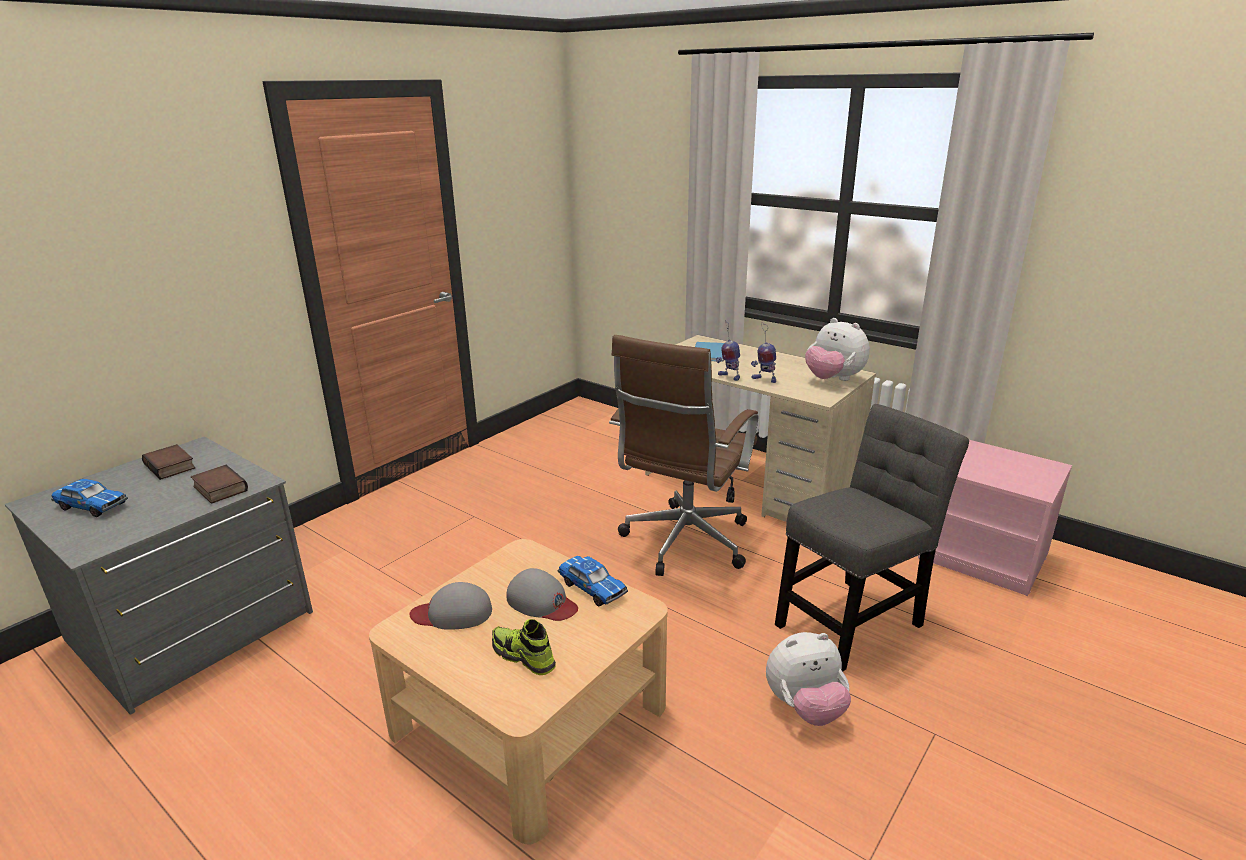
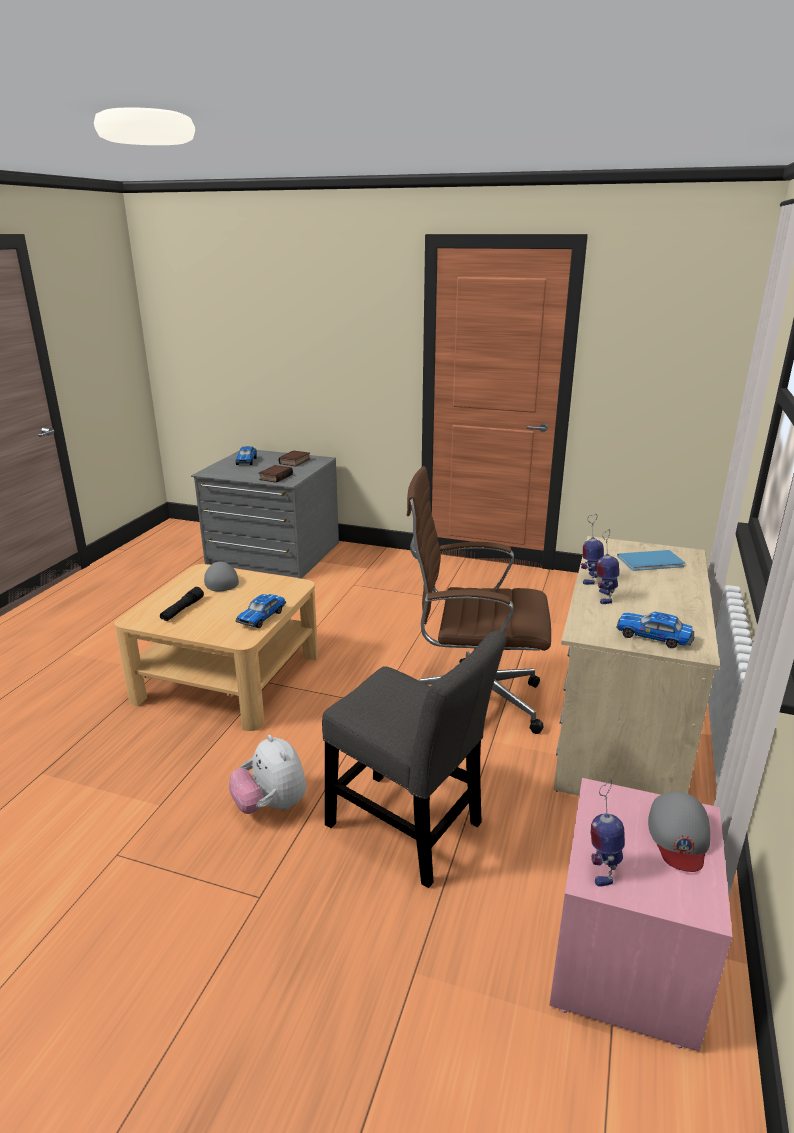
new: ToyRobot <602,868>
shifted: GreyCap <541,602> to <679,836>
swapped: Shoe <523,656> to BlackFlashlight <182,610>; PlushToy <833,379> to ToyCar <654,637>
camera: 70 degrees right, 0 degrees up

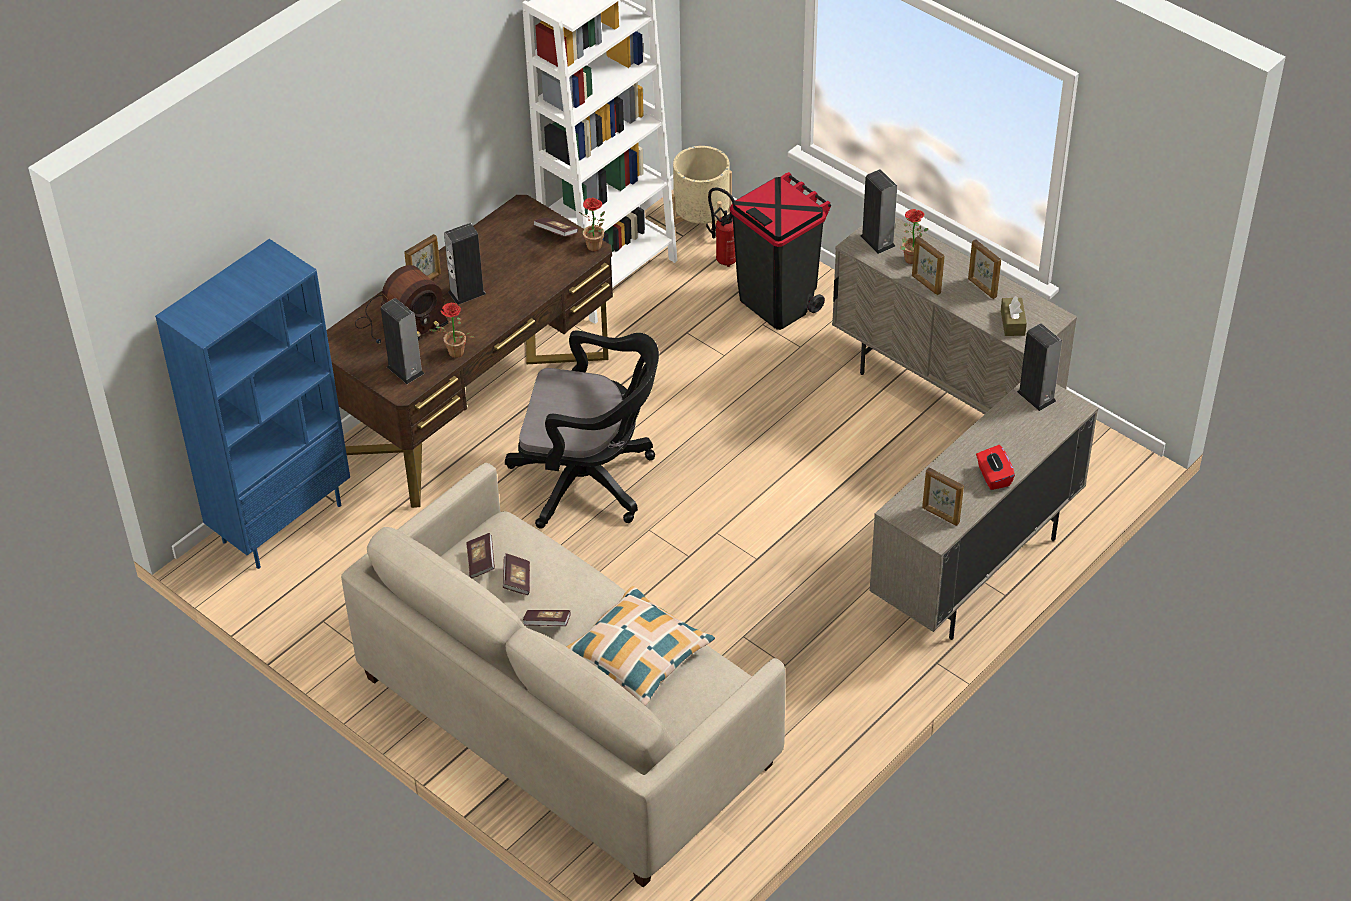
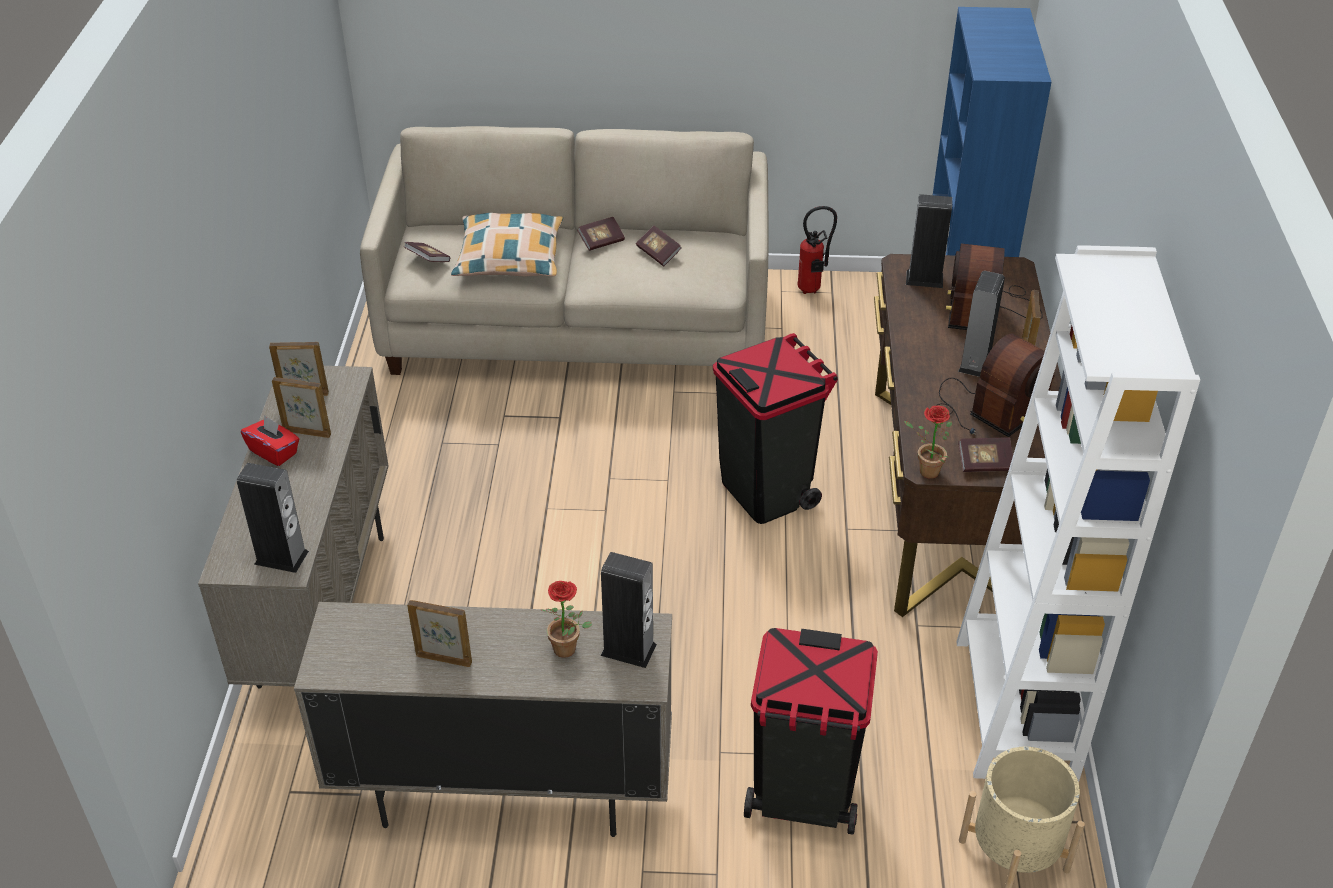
gone: PottedPlant <453,354>; BrownTissueBox <1012,322>
new: Radio <987,409>
shifted: Book <481,562> to <428,260>; FireExtinguisher <724,259> to <813,290>; PictureFrame <926,284> to <307,432>
swapped: BlackOfficeChair <590,480> to BlackTrashCan <766,491>
camera: 140 degrees right, 5 degrees down

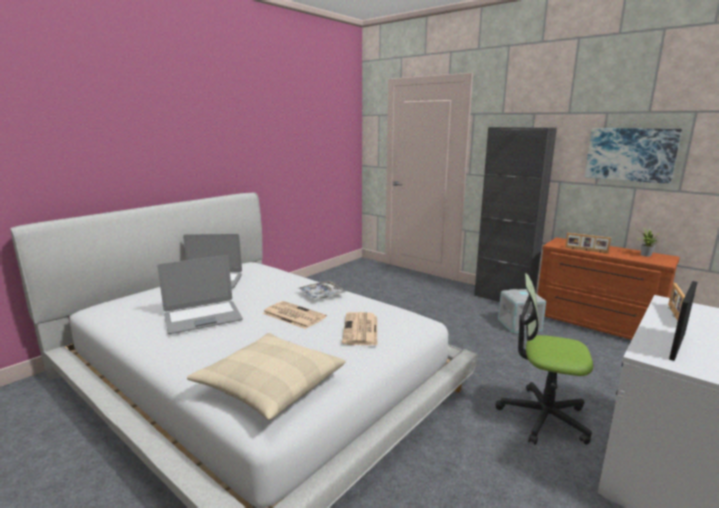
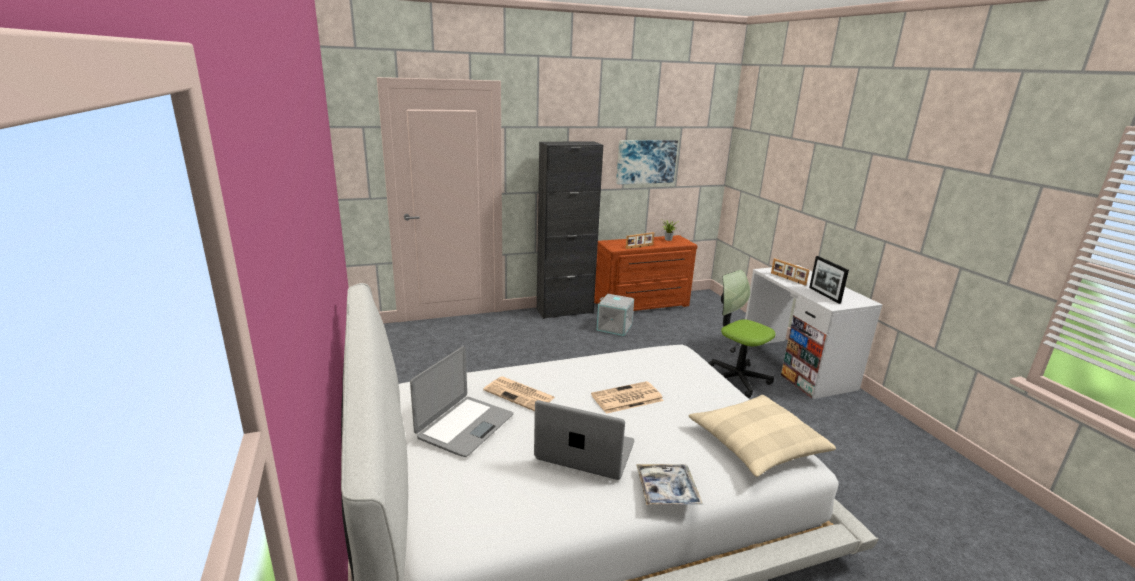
shifted: Tray <321,294> to <667,490>; Newspaper <361,330> to <520,394>
rotated: Laptop <202,317> = <585,452> 75 degrees counterclockwise; OfficeChair <543,417> = <736,379> 90 degrees clockwise
camera: 60 degrees left, 5 degrees up

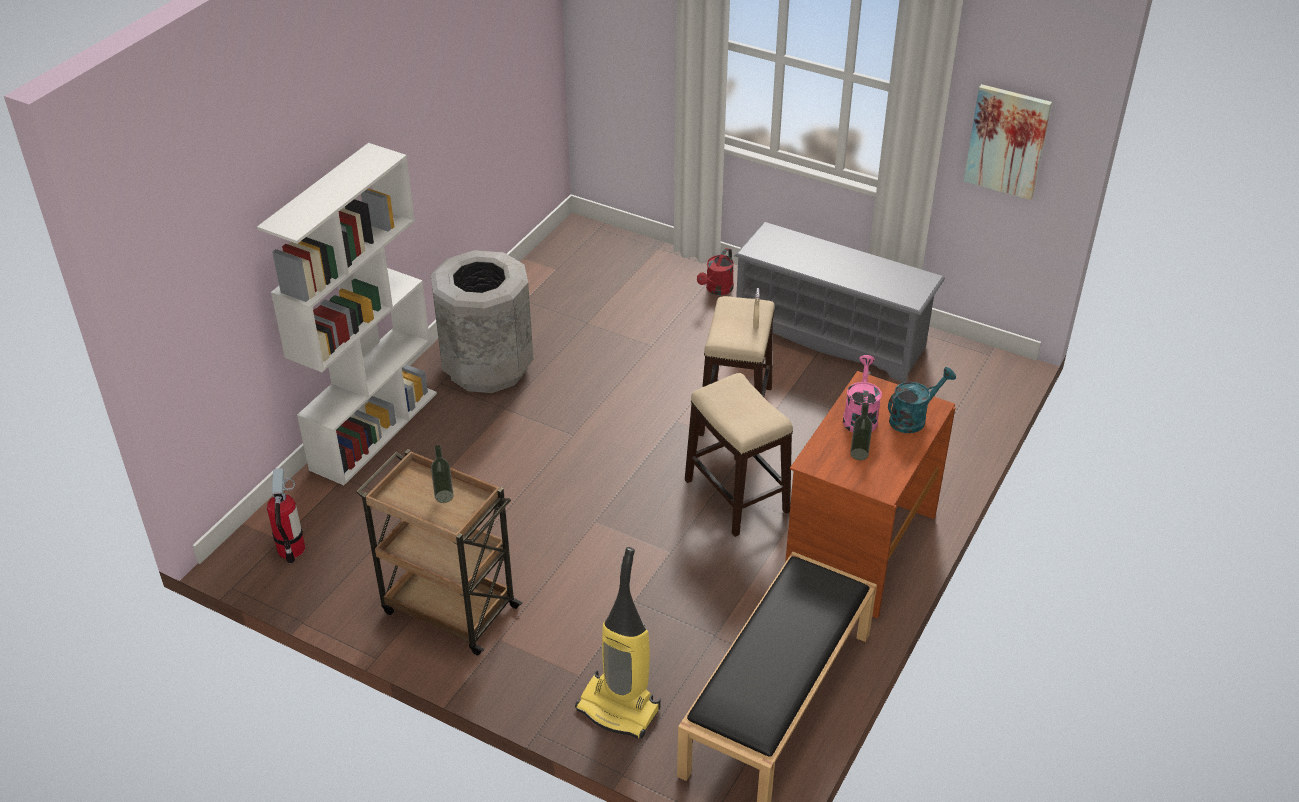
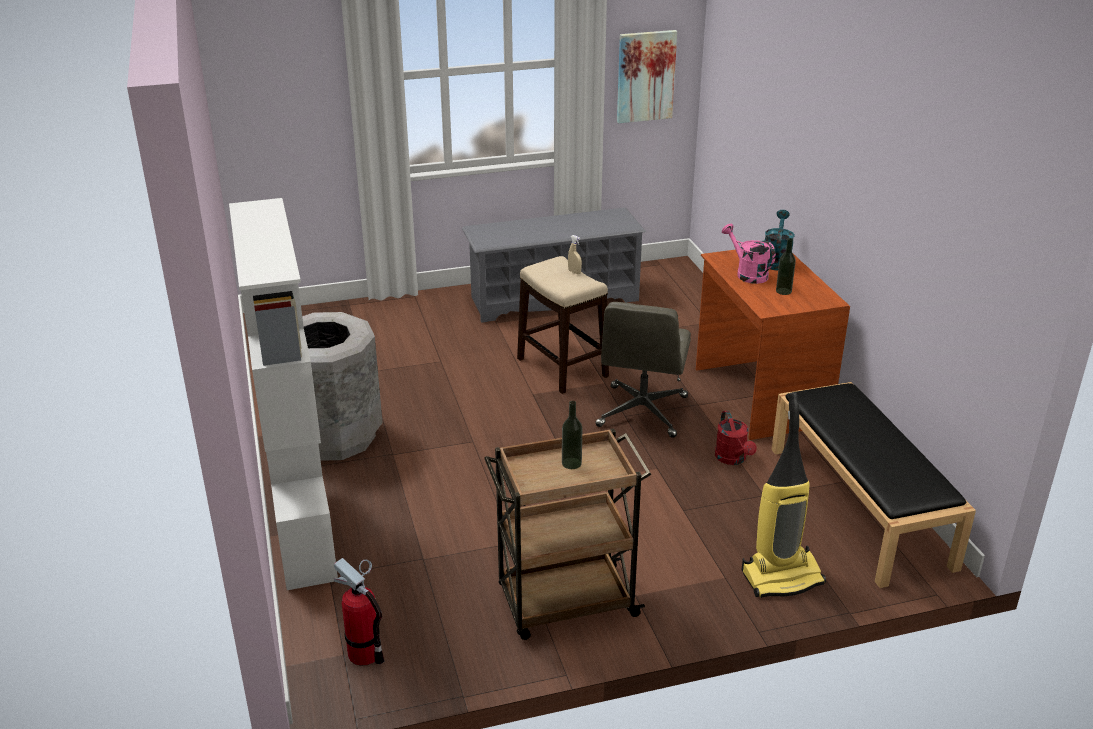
shifted: RedWateringCan <717,290> to <733,459>
swapped: Stool <736,495> to GreyOfficeChair <642,412>
camera: 45 degrees left, 10 degrees down

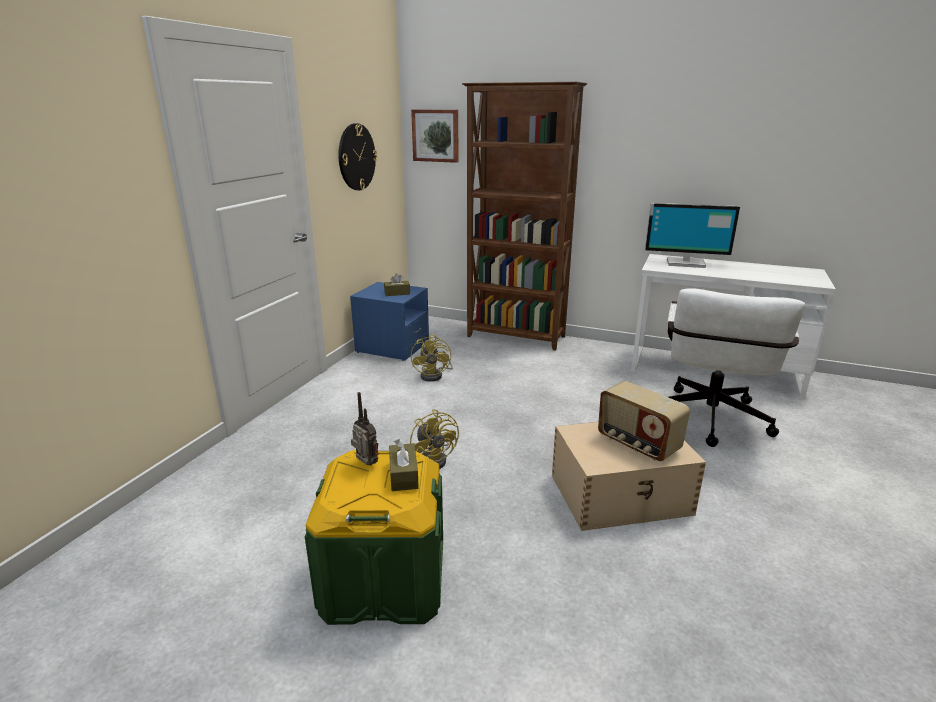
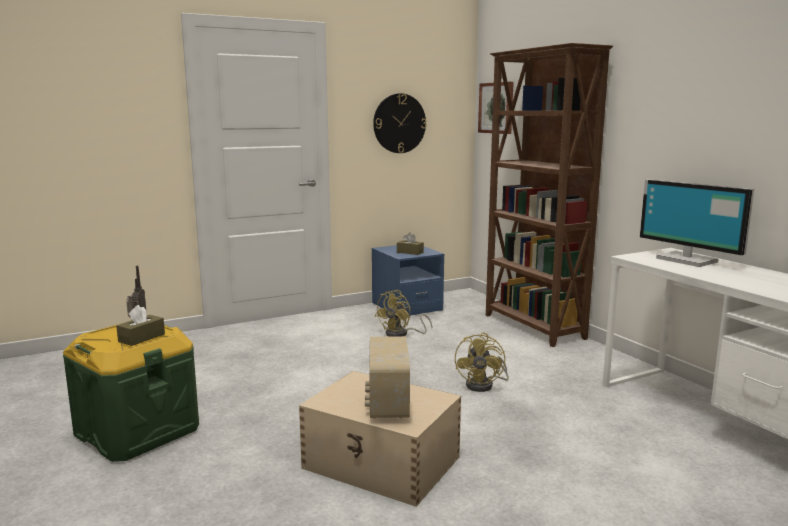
gone: WhiteOfficeChair <709,423>
shifted: YellowFan <435,459> to <484,385>
camera: 40 degrees right, 10 degrees down

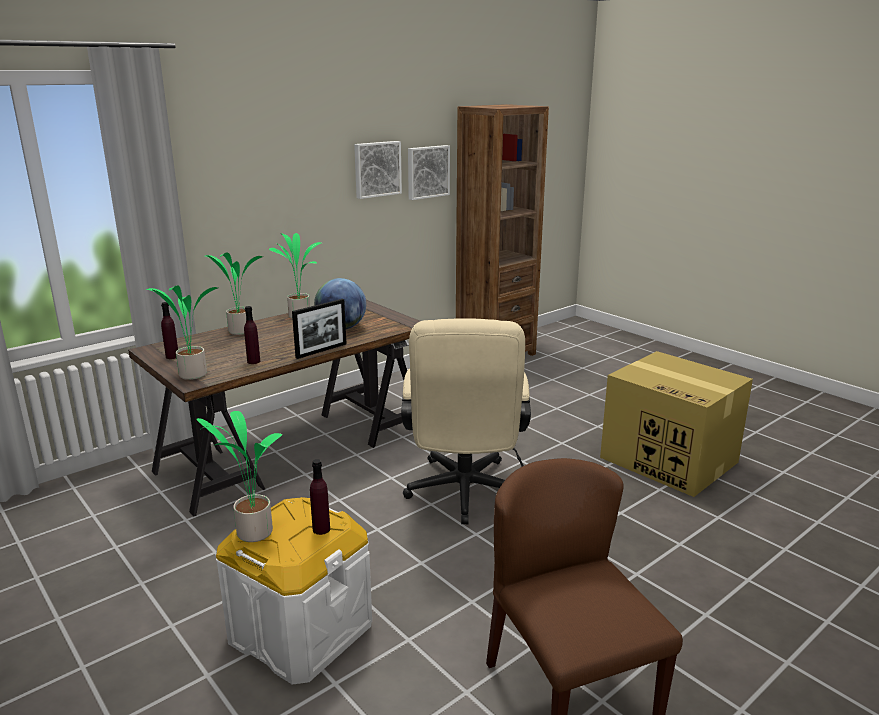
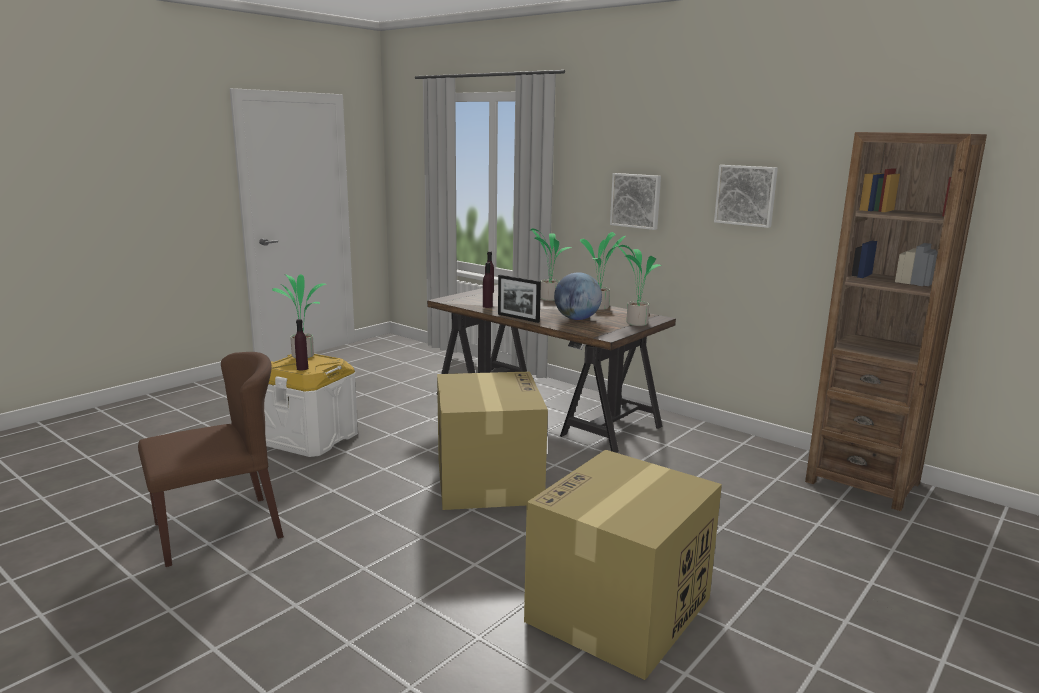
shifted: PottedPlant <191,375> to <635,323>; Picture <427,172> to <636,200>
swapped: BeigeOfficeChair <463,495> to CardboardBox <487,479>
camera: 80 degrees right, 5 degrees down

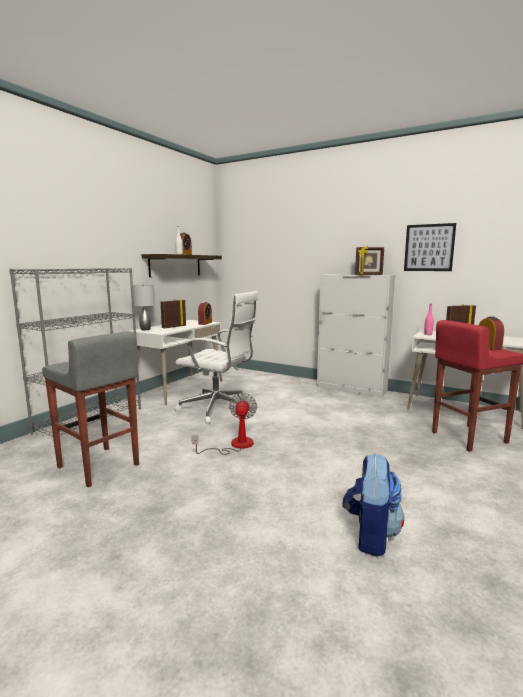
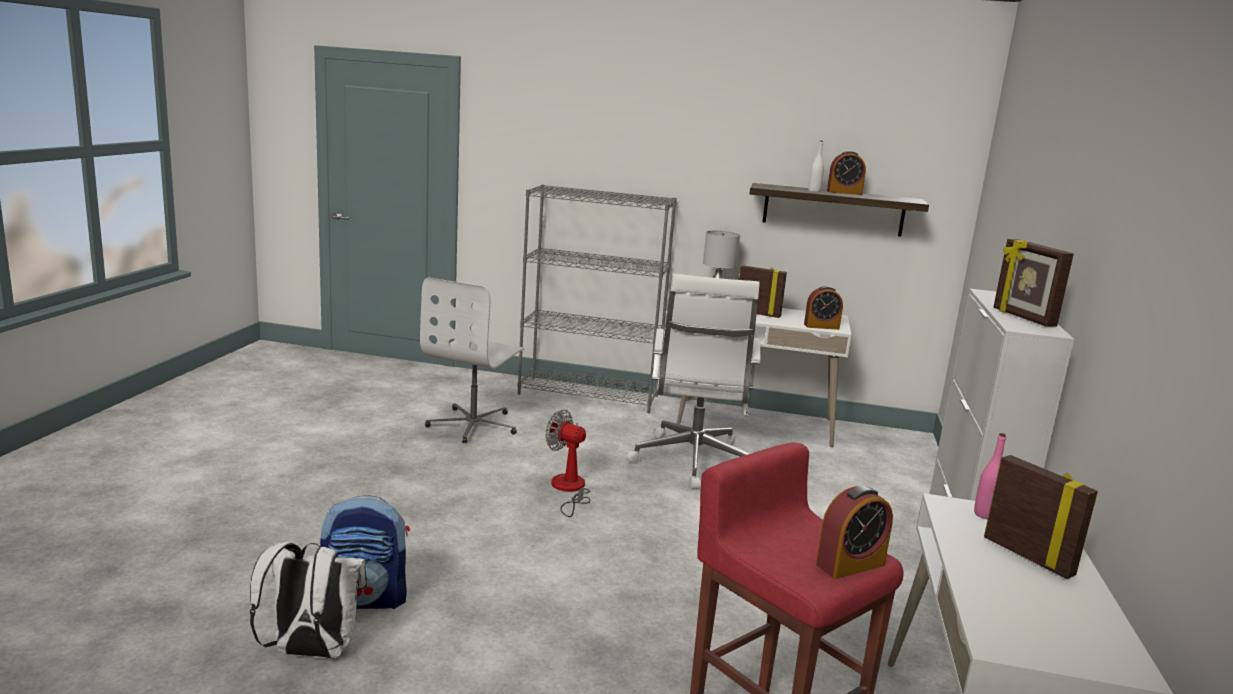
gone: Picture <429,247>
new: WhiteBackpack <311,652>
swapped: GreyStool <98,466> to WhiteOfficeChair <474,425>
rotated: Fan <234,445> = <569,490> 135 degrees counterclockwise
camera: 70 degrees right, 5 degrees up

